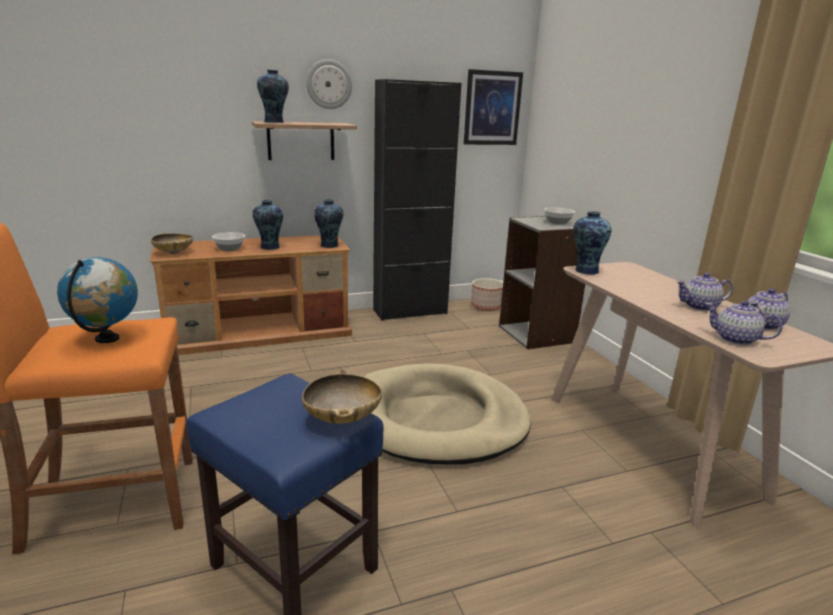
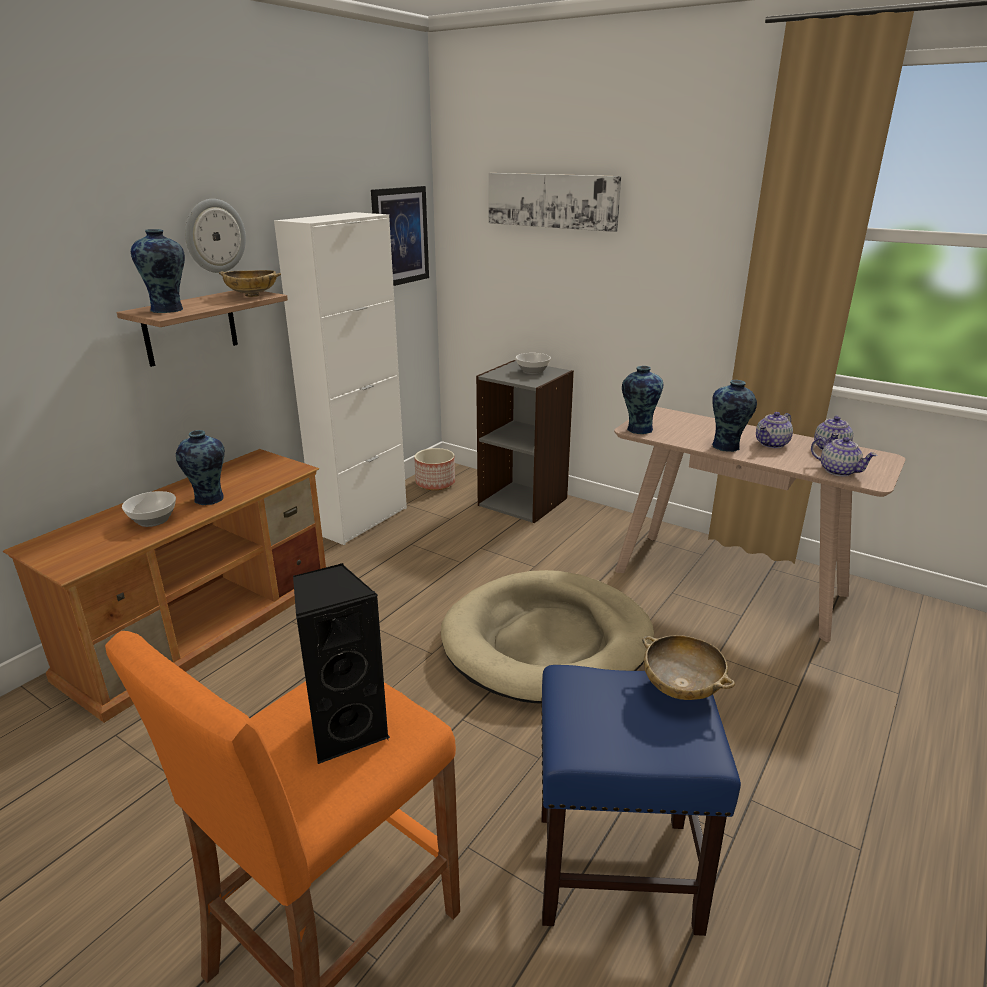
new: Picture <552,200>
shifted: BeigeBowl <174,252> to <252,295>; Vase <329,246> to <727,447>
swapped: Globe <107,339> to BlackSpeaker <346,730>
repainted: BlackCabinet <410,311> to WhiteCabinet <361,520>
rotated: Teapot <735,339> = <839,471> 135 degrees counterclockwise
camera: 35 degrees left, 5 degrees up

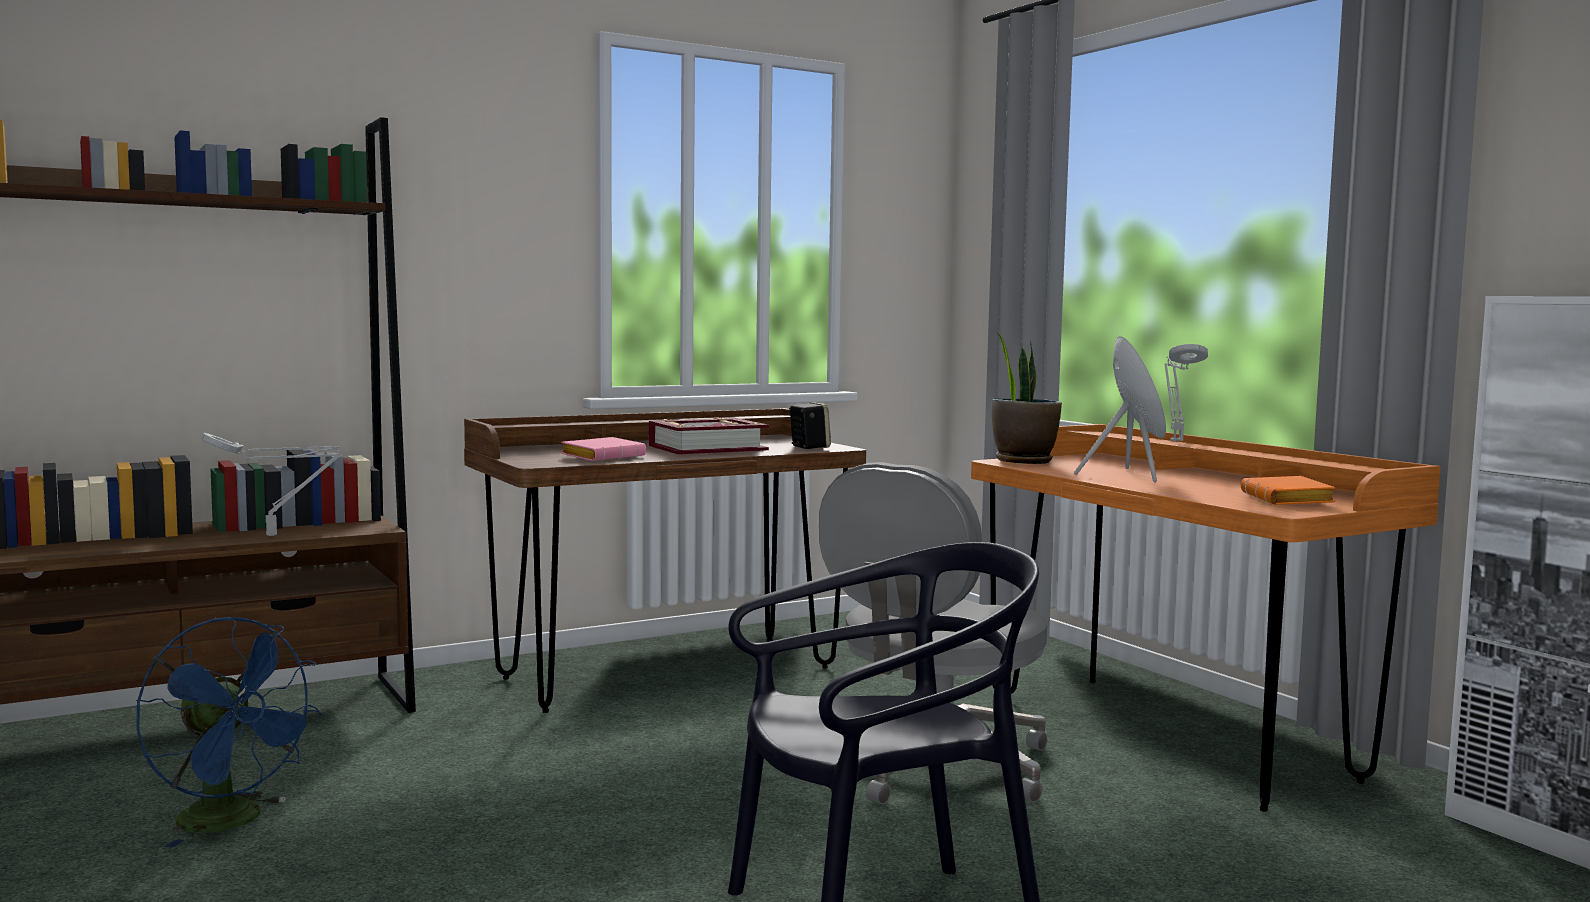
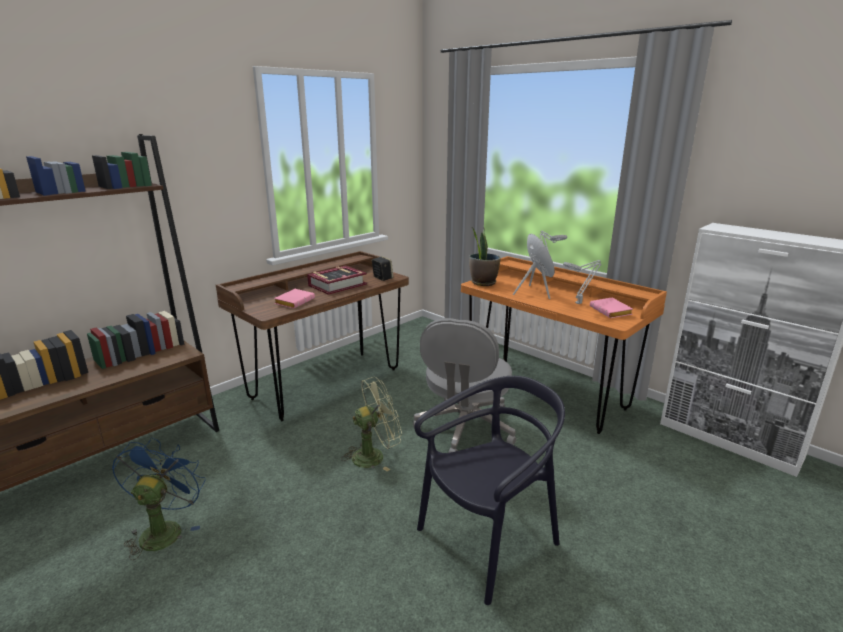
new: GreenFan <374,455>
shifted: GreyTableLamp <276,535> to <579,303>
repainted: OrangeBook <1290,500> to PinkBook <612,312>
rotated: BlueFan <233,822> = <164,529> 105 degrees counterclockwise
camera: 15 degrees left, 15 degrees up

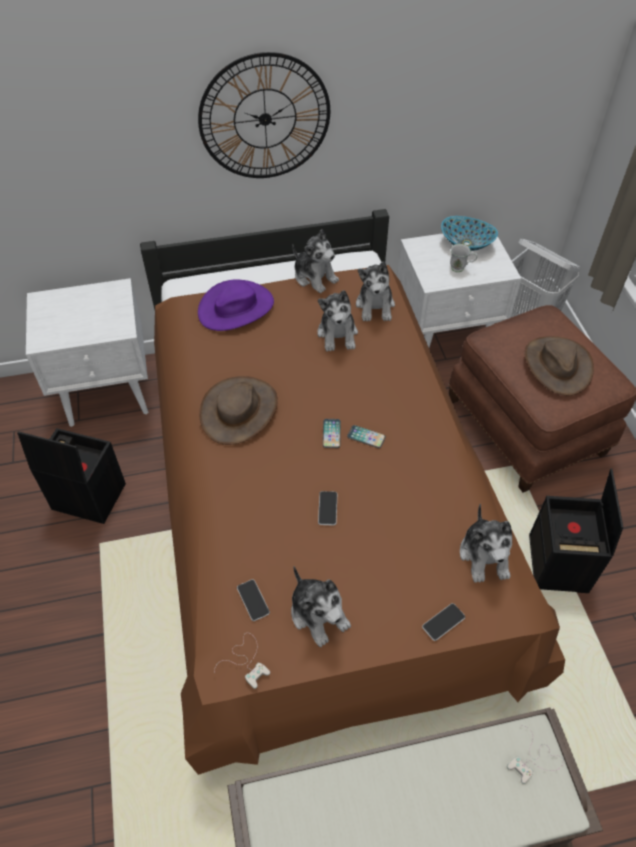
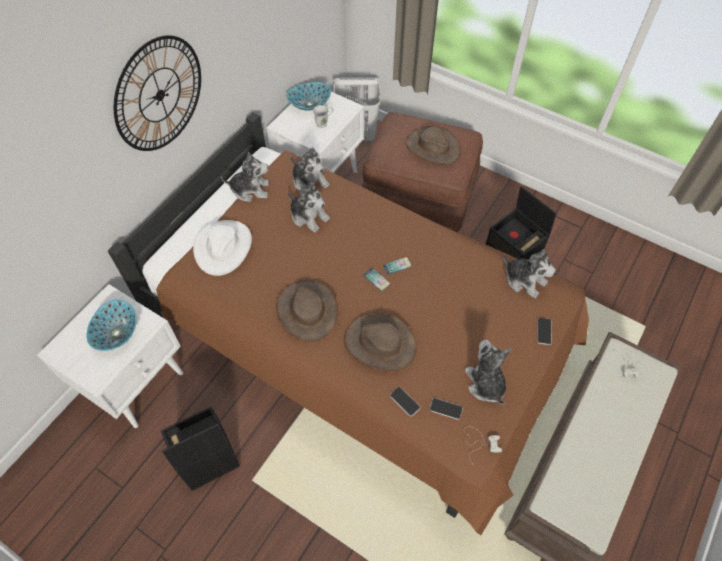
new: Bowl <117,333>; BrownHat <380,343>
shifted: Phone <327,508> to <404,401>
repainted: PurpleHat <236,308> to WhiteHat <223,247>
rotated: PlushToy <319,613> = <485,383> 120 degrees counterclockwise
camera: 45 degrees left, 5 degrees up

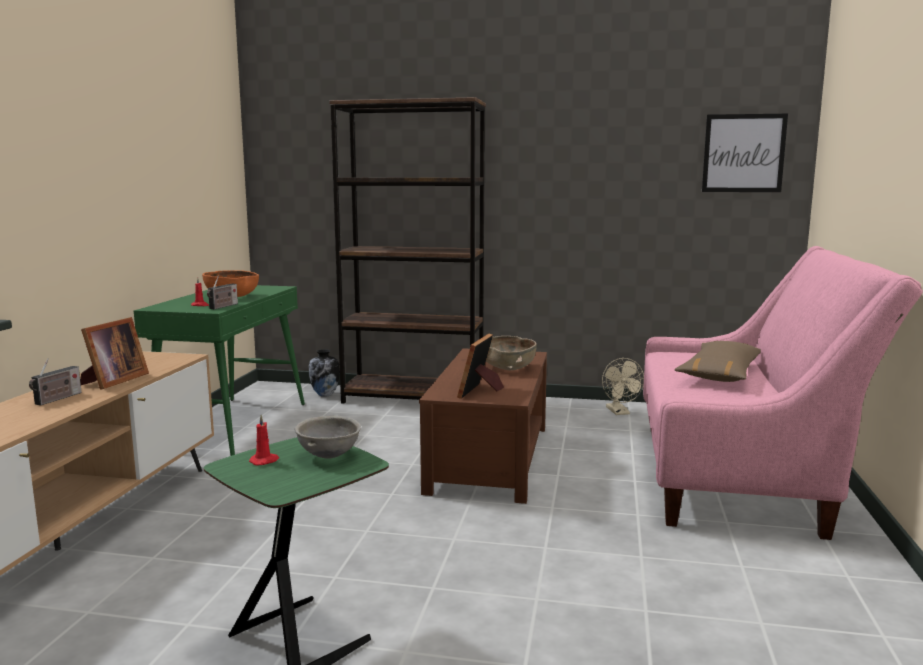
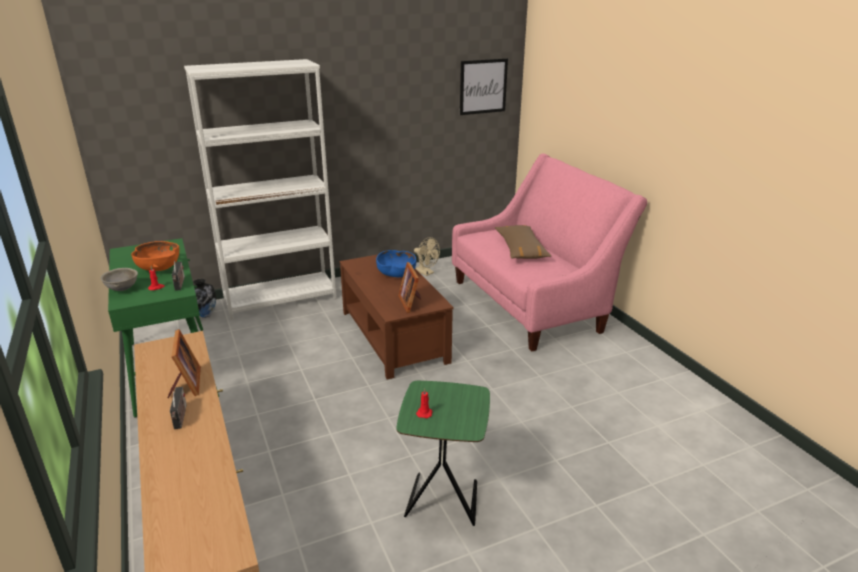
shifted: GreyBowl <330,456> to <123,289>
repainted: BrownBookcase <413,399> to WhiteBookcase <280,299>; BrownBowl <508,368> to BlueBowl <396,274>
camera: 35 degrees left, 15 degrees up

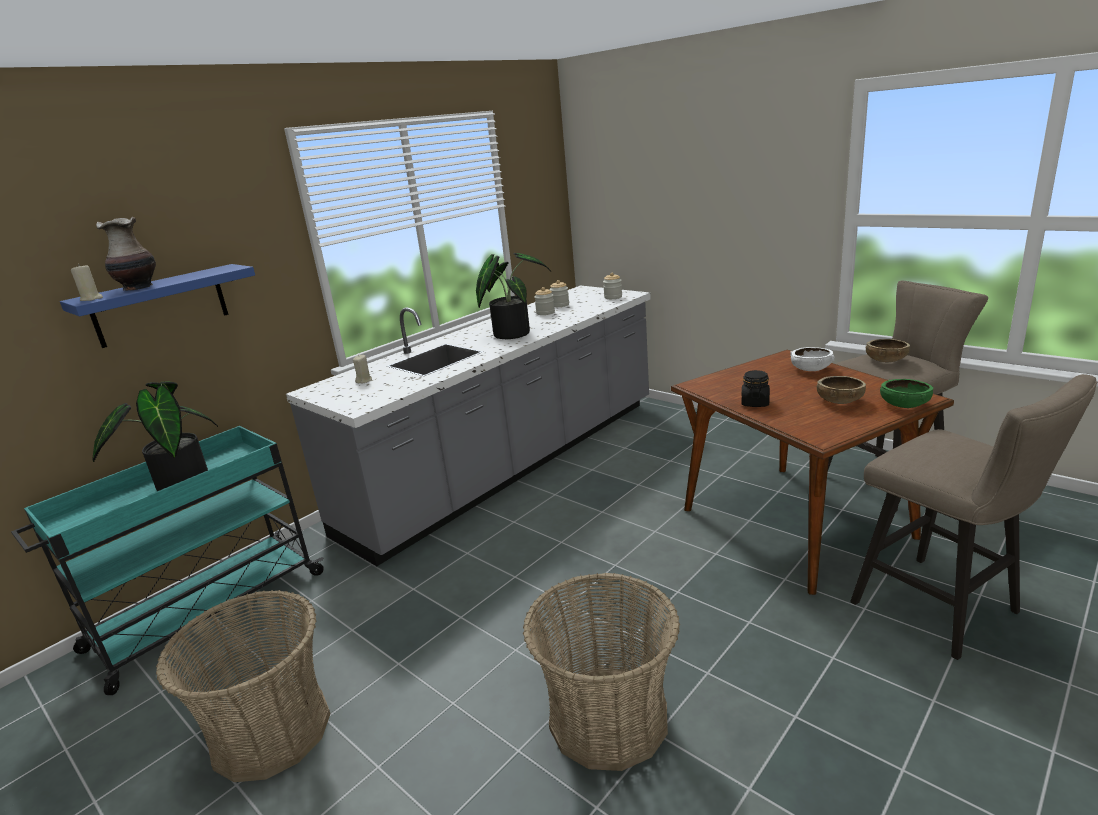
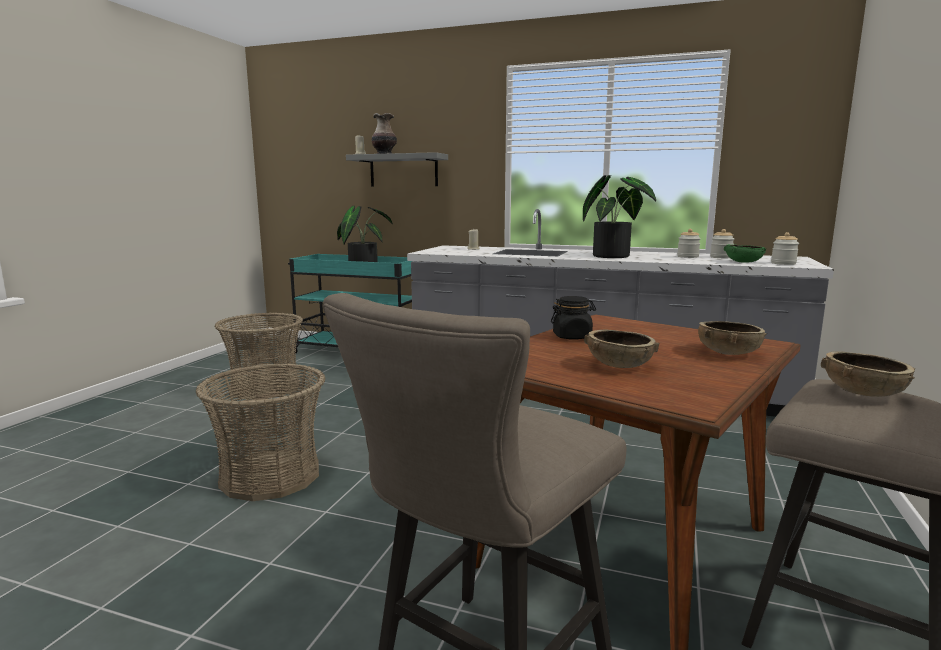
shifted: GreenBowl <904,405> to <743,262>
repainted: BlueShelf <160,305> to GreyShelf <403,170>; WhiteBowl <811,369> to BrownBowl <728,353>
camera: 65 degrees right, 10 degrees down

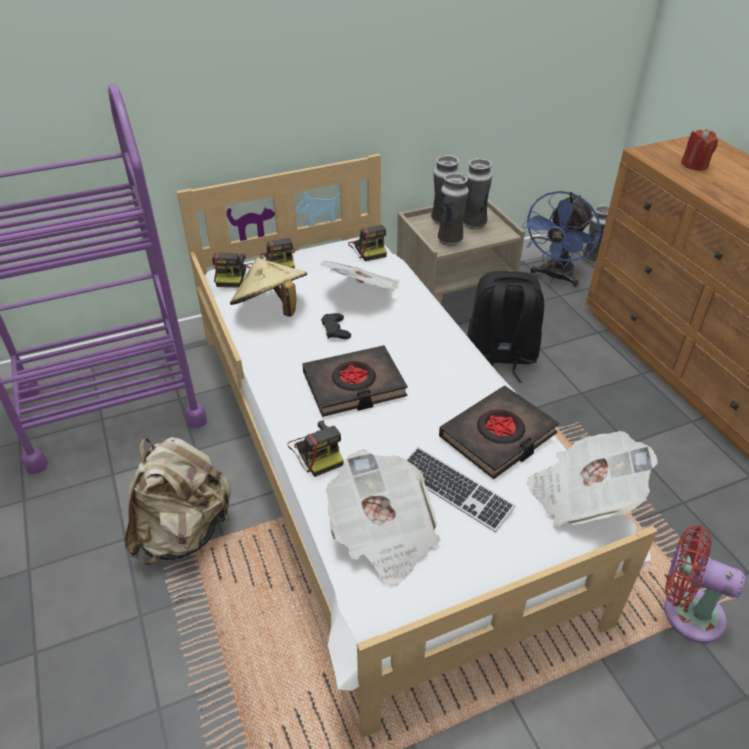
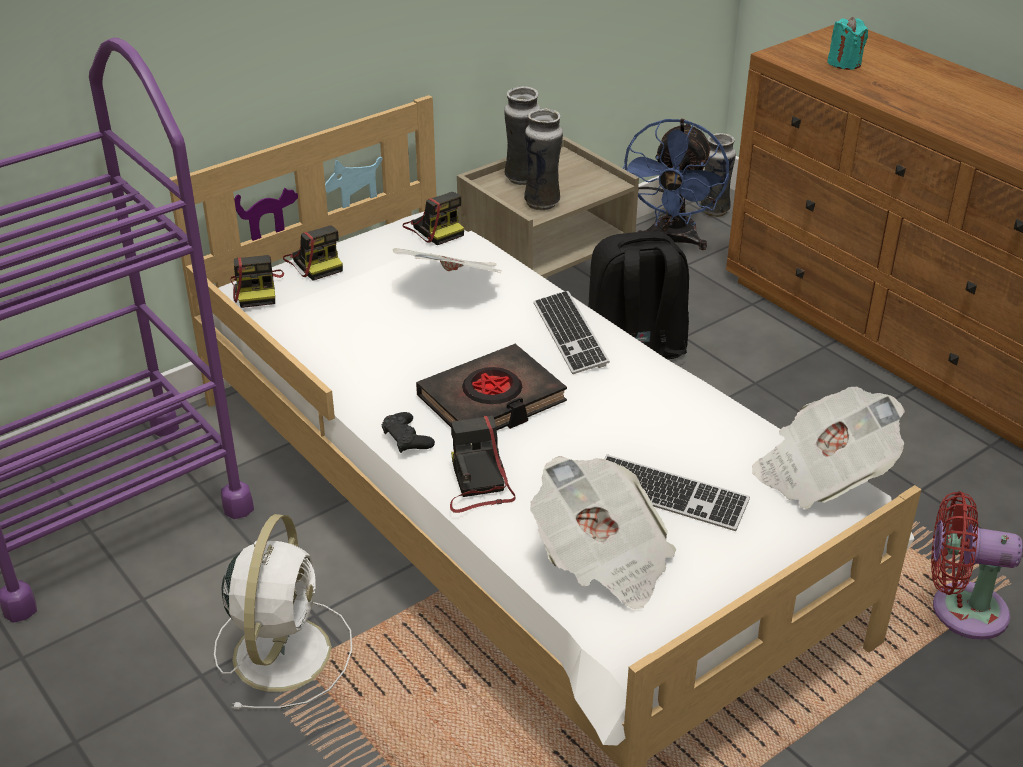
gone: BeigeHat <271,309>; BlackBook <498,436>; Vase <474,224>
new: Keyboard <570,334>
shifted: BlackGameController <335,330> to <407,438>
swapped: BeigeBackpack <184,532> to WhiteFan <283,650>
repainted: RedCandle <694,165> to TurquoiseCandle <844,63>
rotated: PhotoCamera <317,451> = <478,484> 150 degrees counterclockwise
camera: 15 degrees left, 5 degrees down

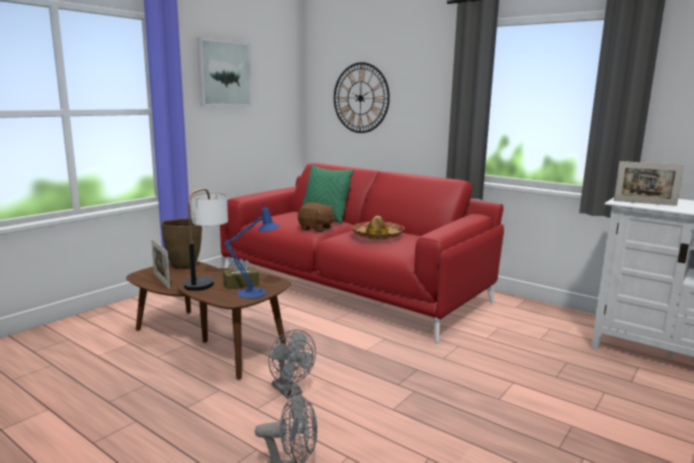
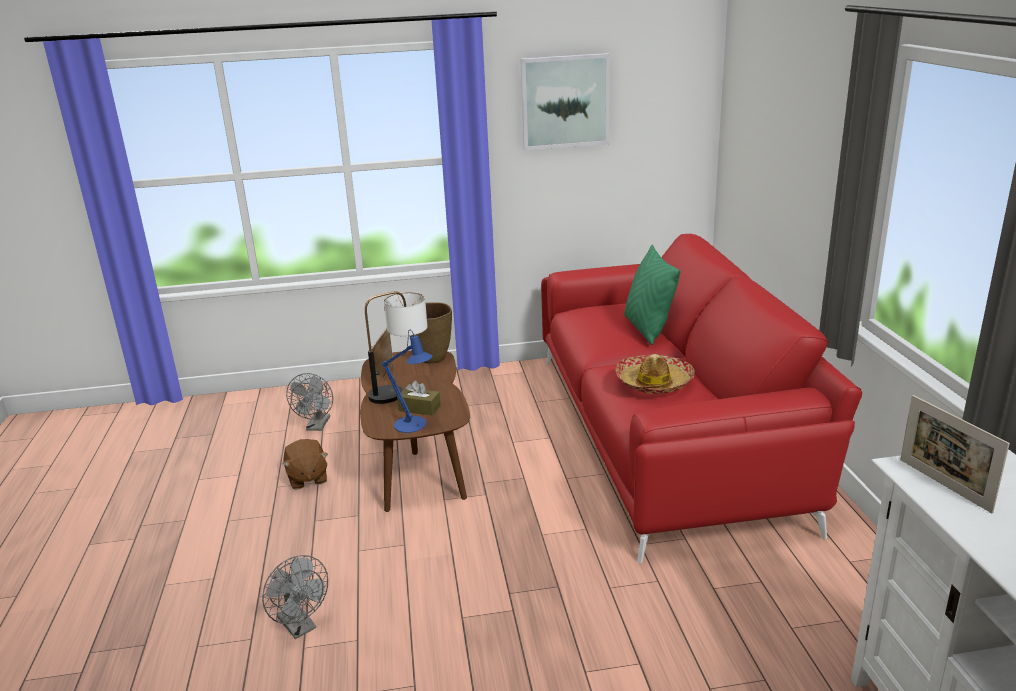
gone: WallClock <360,98>
shifted: GreyFan <290,392> to <317,426>; BrownPlushToy <316,229> to <307,478>
camera: 45 degrees right, 10 degrees up

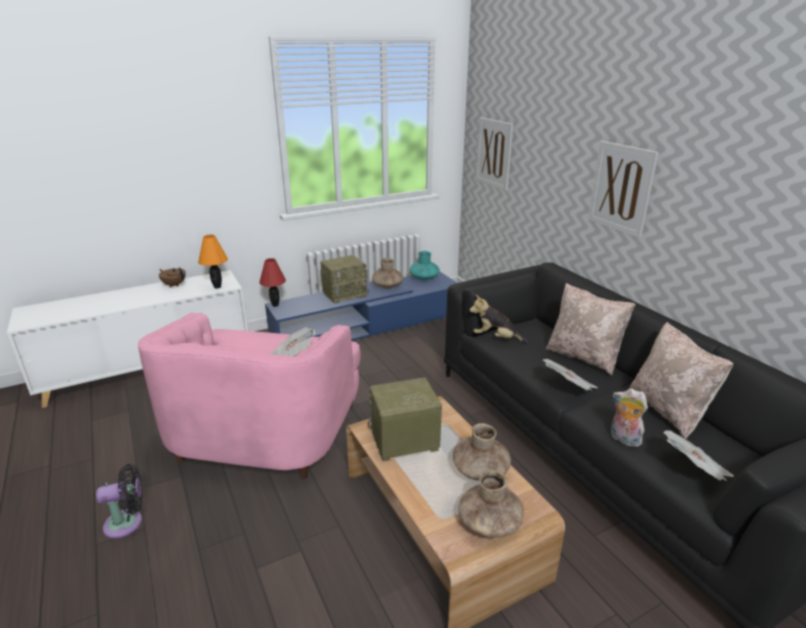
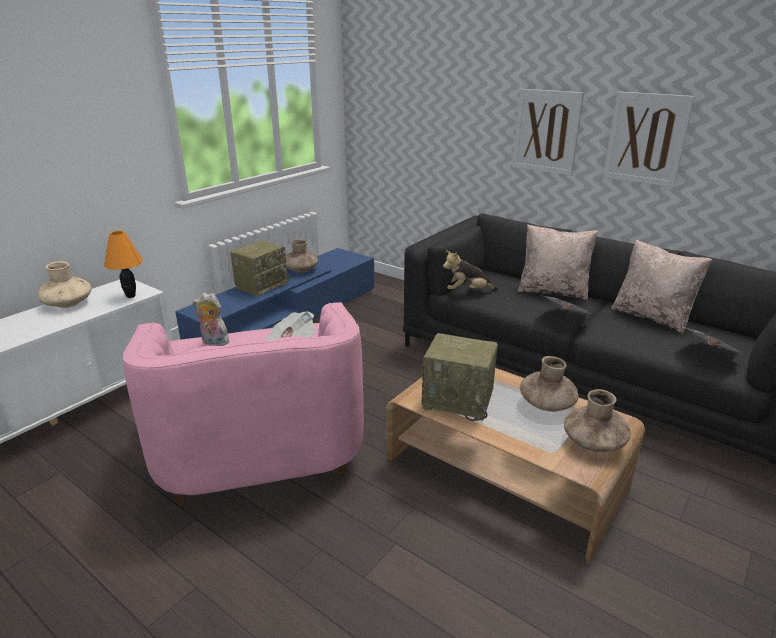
gone: BlackFan <127,523>; RedTableLamp <275,305>; TurquoiseVase <424,278>
shifted: Picture <494,153> to <646,139>; PlushToy <623,439> to <213,342>
swapped: BrownTeapot <174,285> to BeigeVase <68,303>
rotated: Radio <403,442> = <459,400> 120 degrees counterclockwise
camera: 25 degrees left, 0 degrees up

